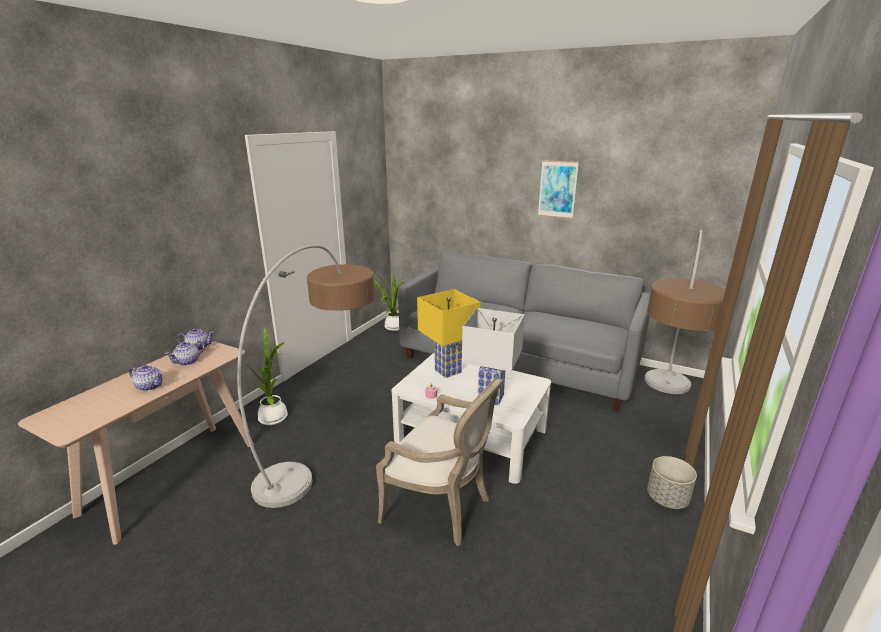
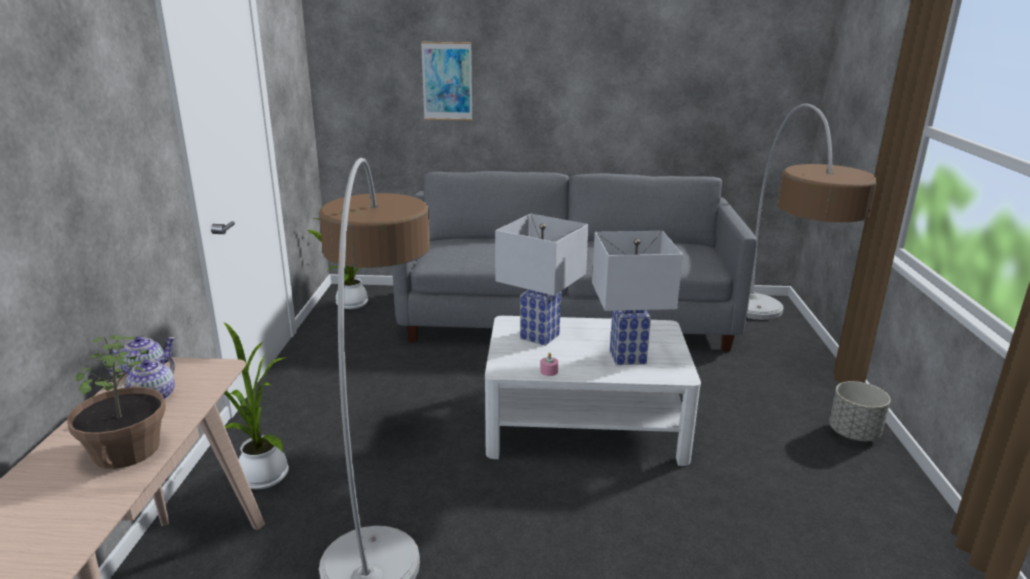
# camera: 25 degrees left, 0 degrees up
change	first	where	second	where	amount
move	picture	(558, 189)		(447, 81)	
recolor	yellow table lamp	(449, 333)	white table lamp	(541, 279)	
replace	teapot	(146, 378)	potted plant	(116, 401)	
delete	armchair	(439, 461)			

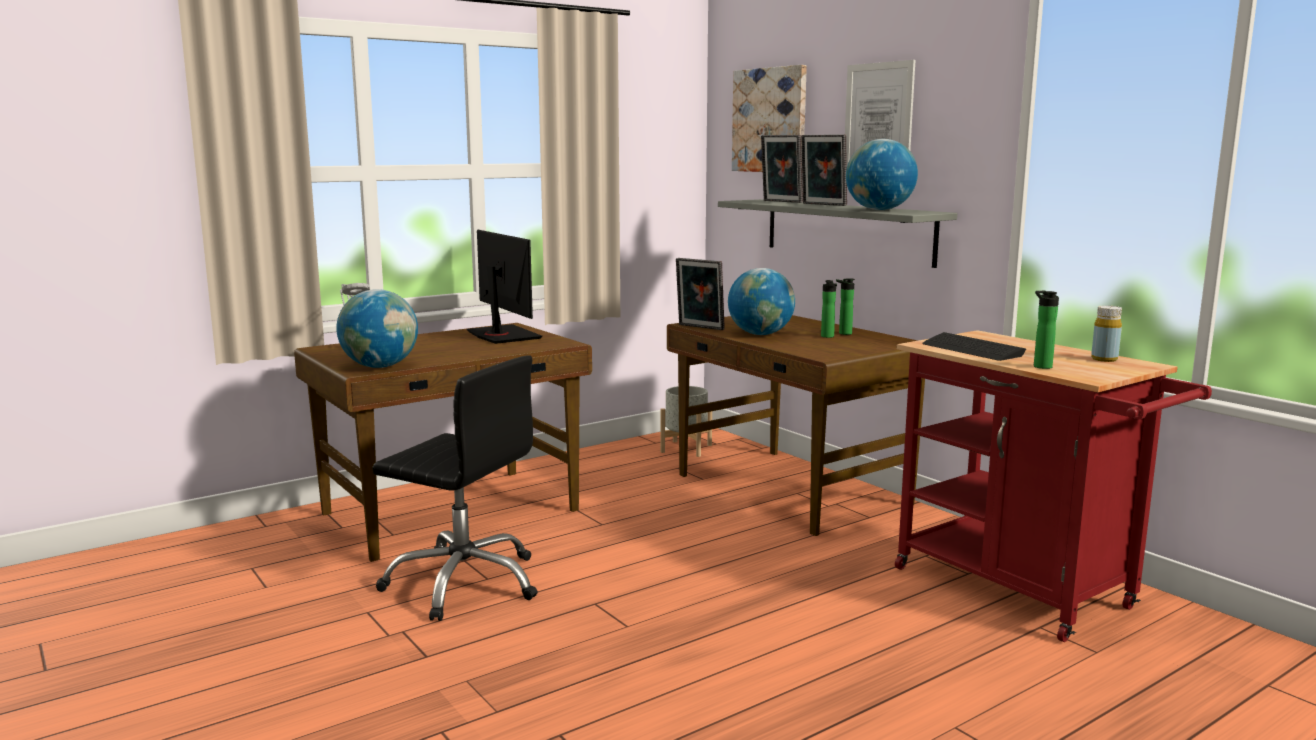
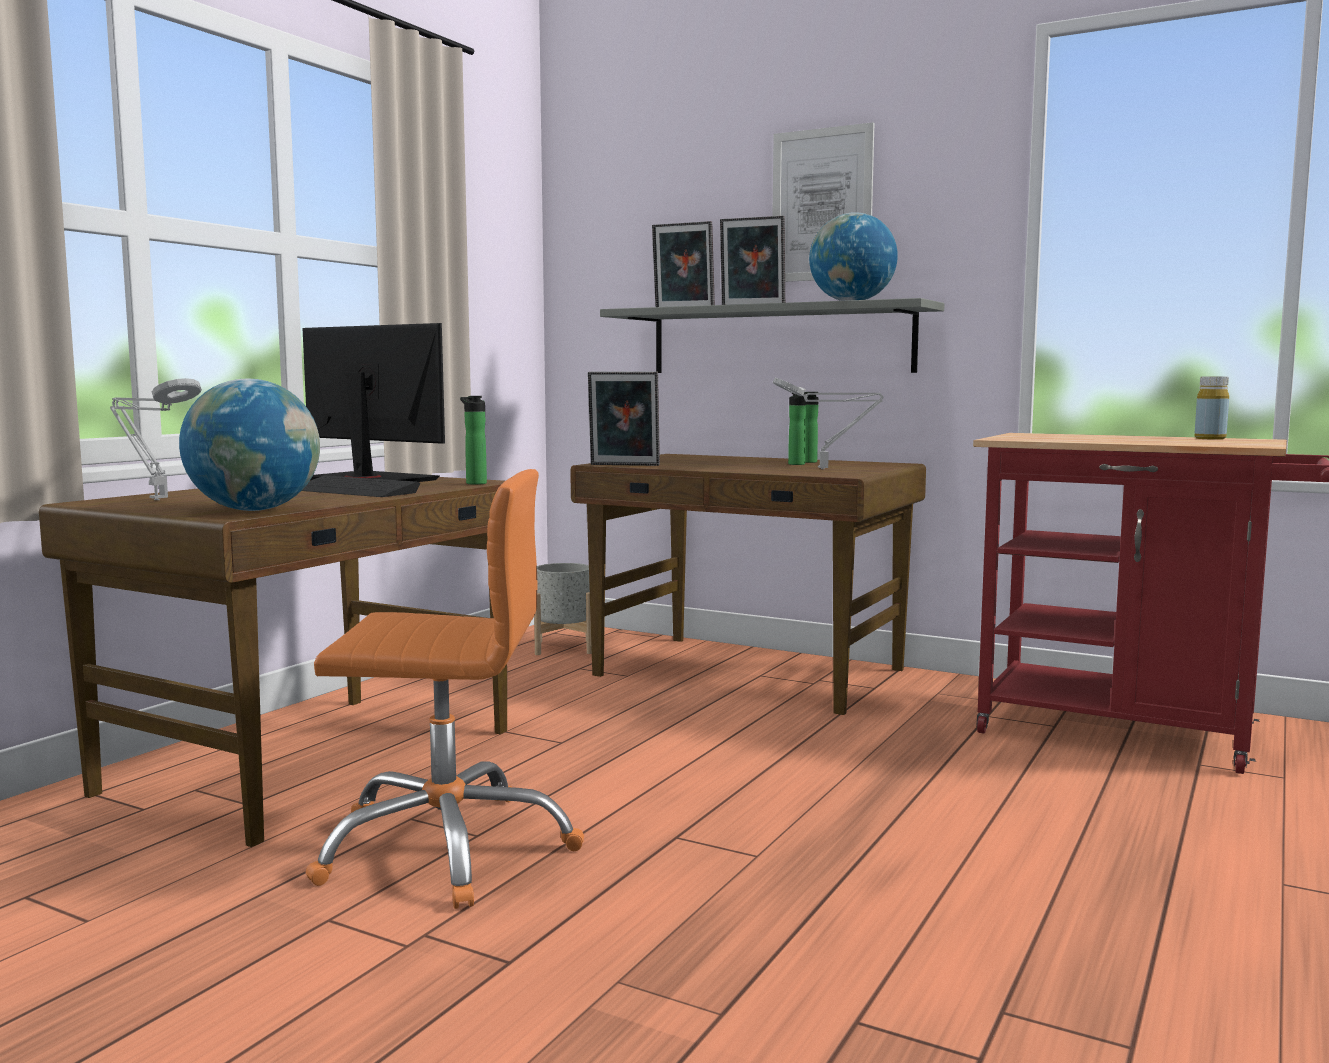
# camera: 25 degrees left, 5 degrees down
change	first	where	second	where	amount
delete	picture	(769, 118)			
delete	globe	(761, 301)			
move	bottle	(1046, 330)		(473, 440)	
move	keyboard	(974, 346)		(361, 486)	
recolor	black office chair	(455, 488)	orange office chair	(444, 689)	
insert			grey table lamp	(828, 423)	

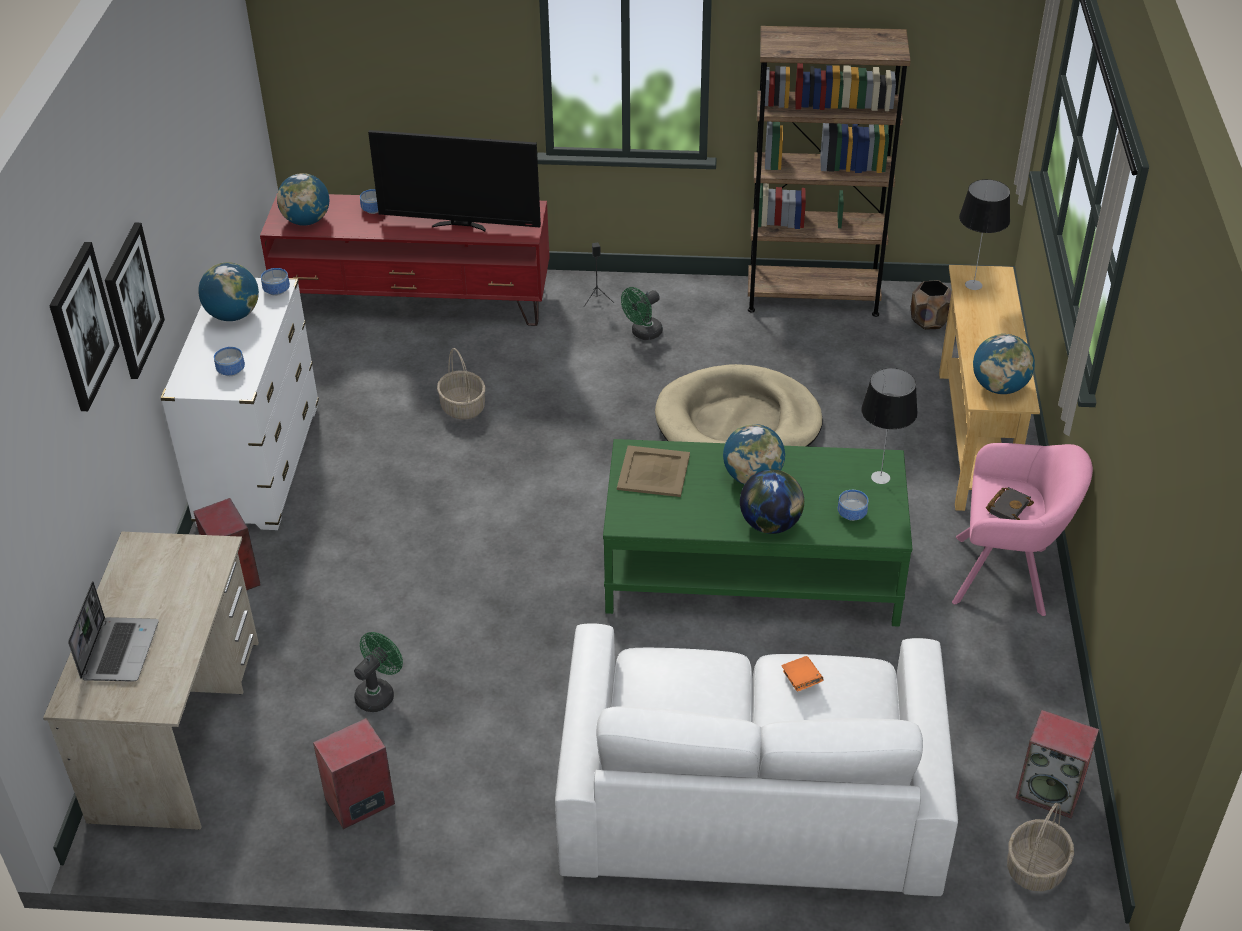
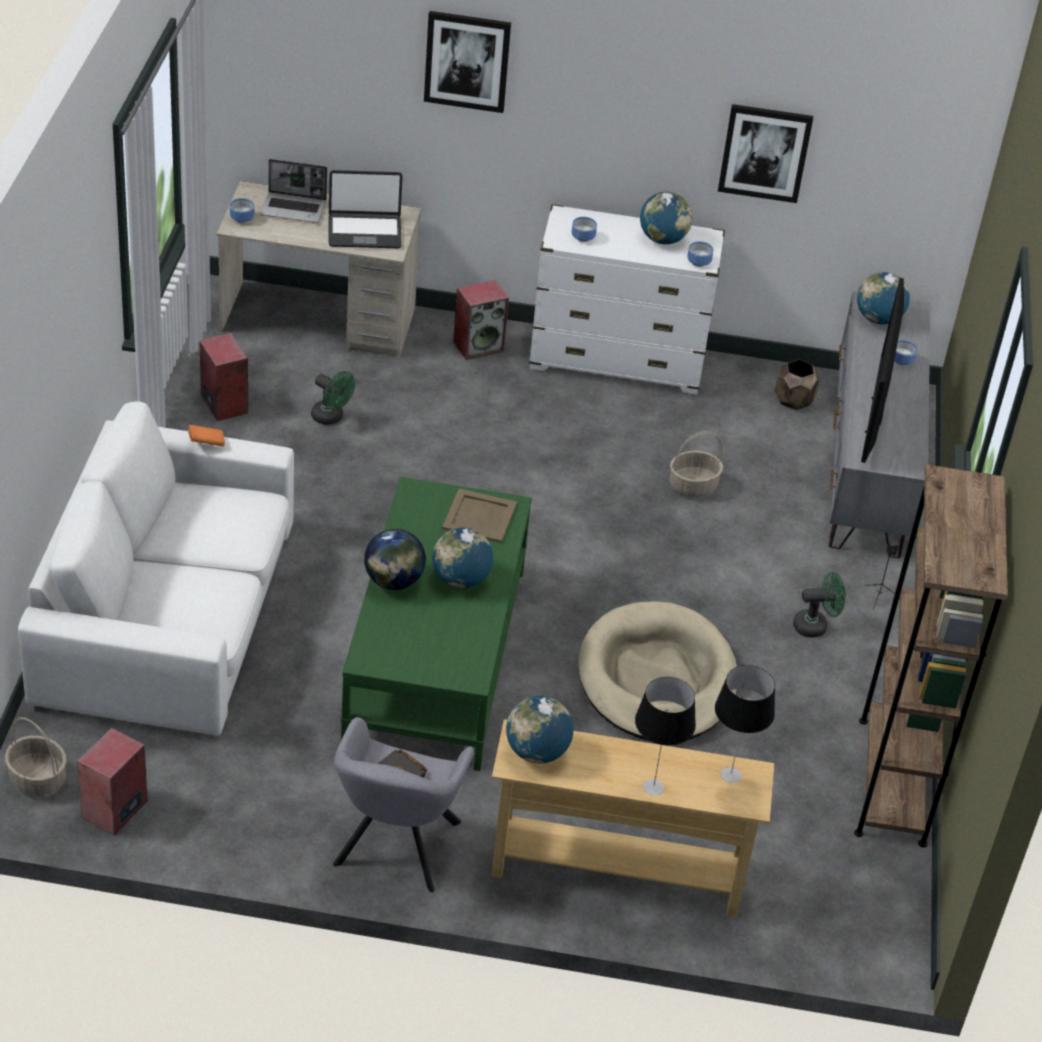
# camera: 90 degrees right, 0 degrees up
change	first	where	second	where	amount
recolor	red tv stand	(405, 260)	grey tv stand	(879, 425)	
move	picture	(135, 300)		(765, 153)	
move	brown planter	(931, 305)		(797, 384)	
rotate	green fan	(642, 313)		(819, 605)	120 degrees clockwise
move	table lamp	(889, 426)		(665, 736)	
recolor	pink armchair	(1022, 529)	grey armchair	(403, 804)	
move	bowl	(853, 505)		(242, 210)	
move	orange book	(803, 674)		(206, 436)	
insert			laptop	(365, 209)	

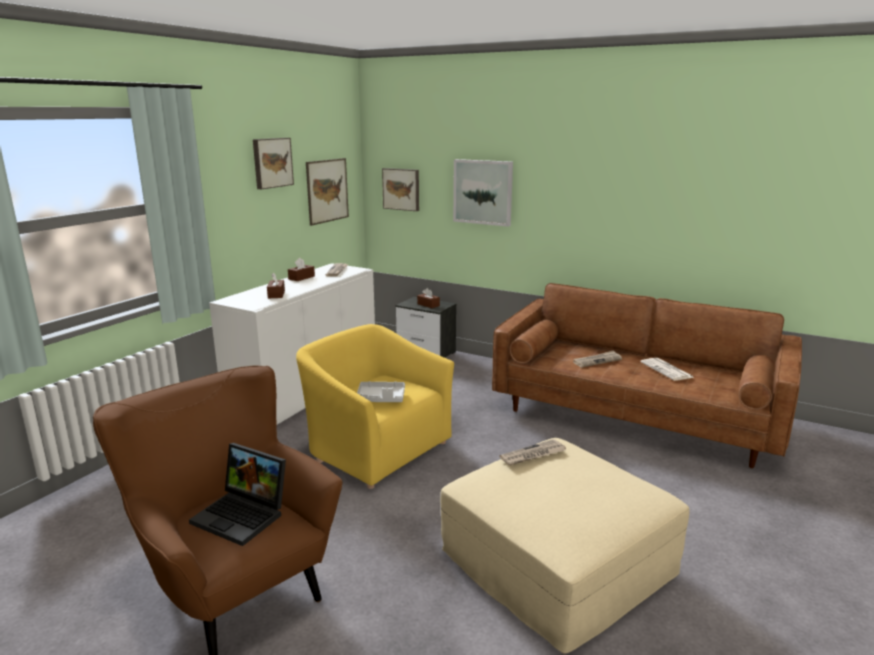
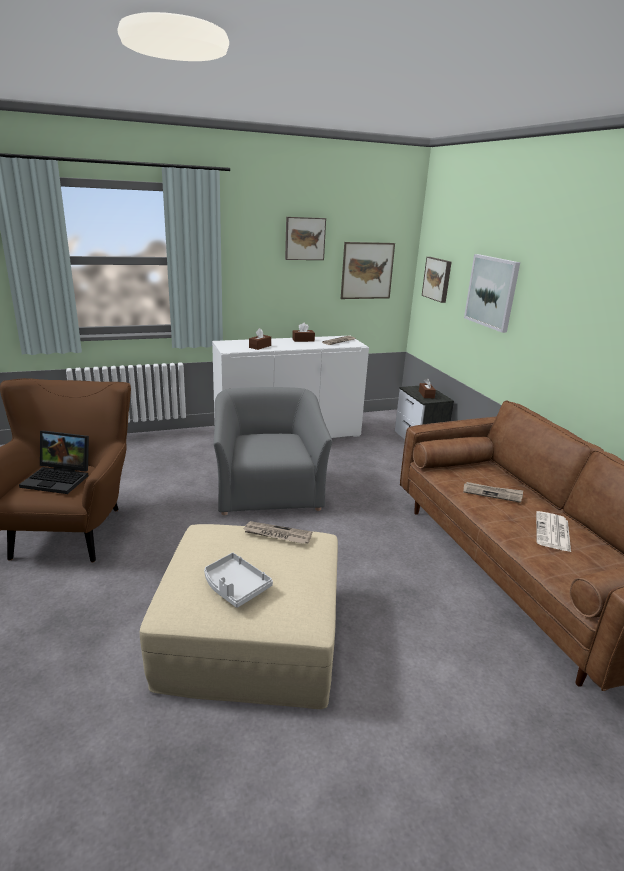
# camera: 40 degrees right, 5 degrees up
change	first	where	second	where	amount
recolor	yellow armchair	(375, 406)	grey armchair	(272, 451)	
move	grey tray	(381, 391)		(238, 580)	
rotate	laptop	(237, 494)		(54, 462)	60 degrees counterclockwise

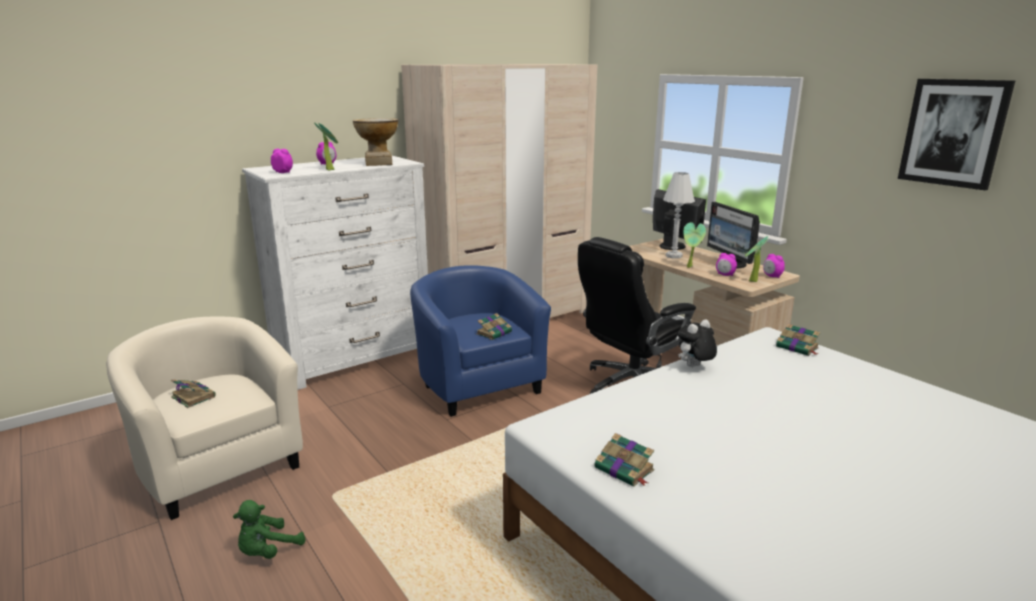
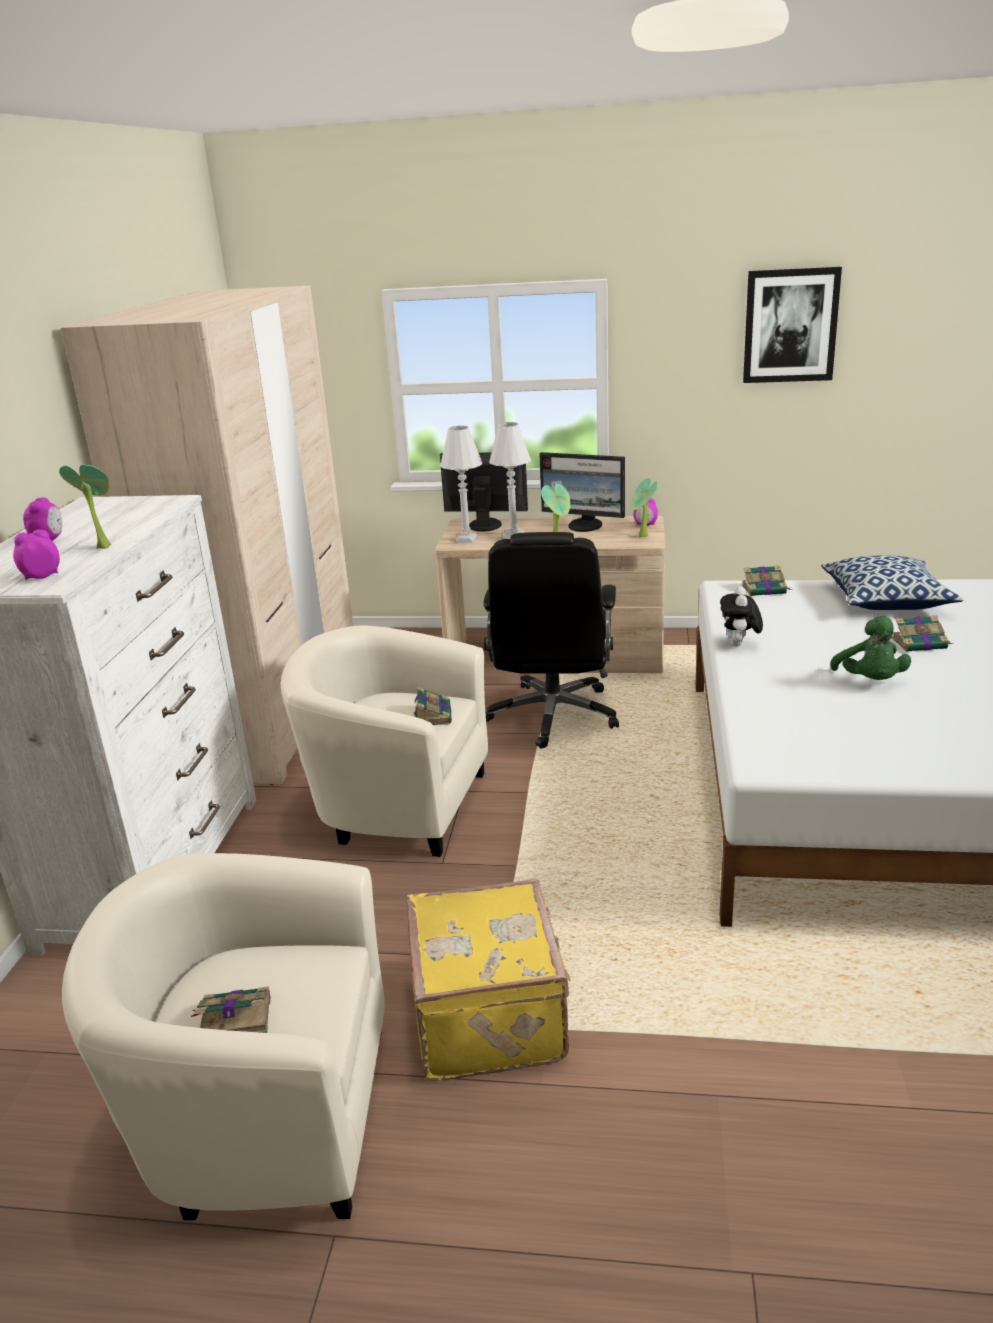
# camera: 45 degrees left, 5 degrees up
change	first	where	second	where	amount
delete	vase	(375, 142)			
delete	alarm clock	(726, 264)			
recolor	blue armchair	(480, 341)	beige armchair	(384, 741)	
move	book	(624, 460)		(922, 633)	
move	green plush toy	(269, 529)		(870, 648)	
insert			white table lamp	(461, 484)	
insert			pillow	(892, 582)	
insert			yellow suitcase	(488, 980)	

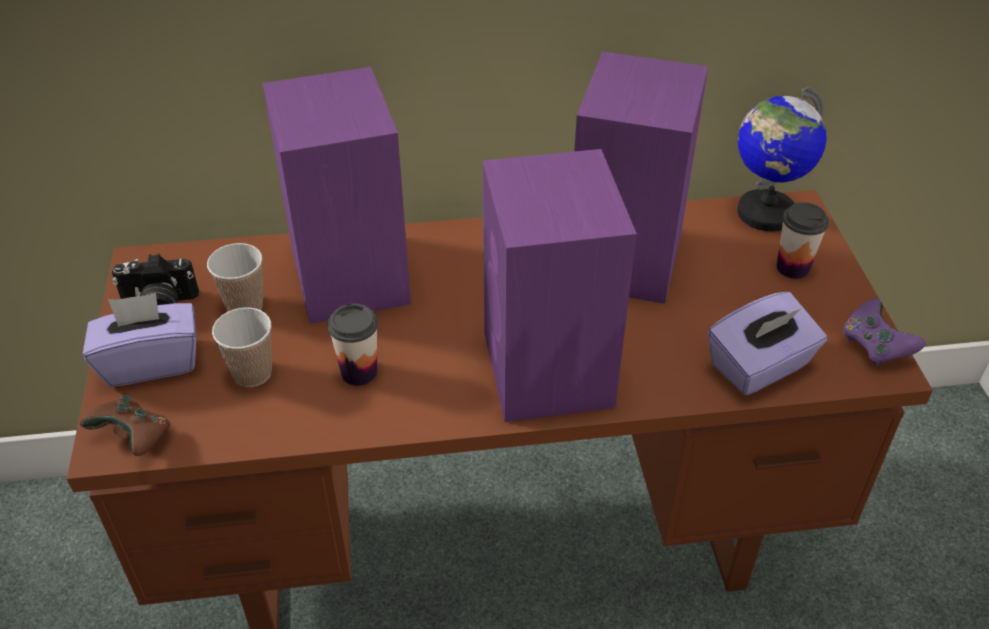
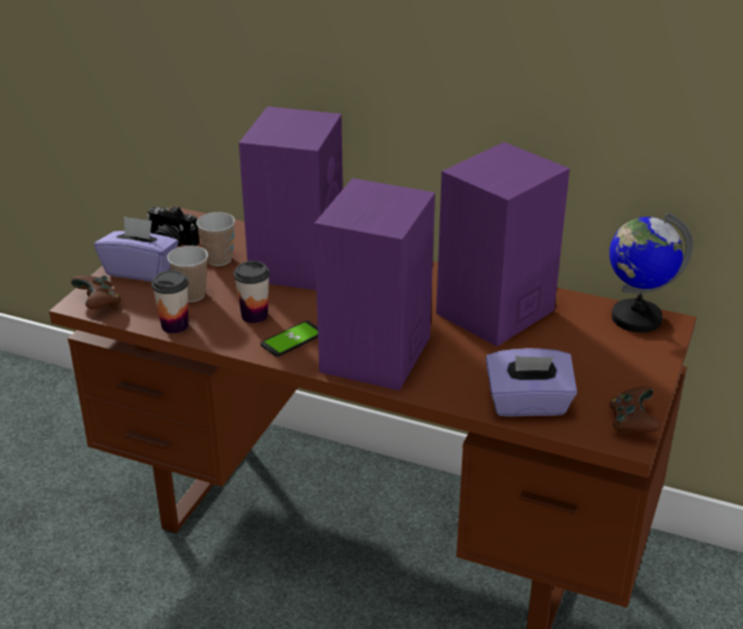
# camera: 30 degrees right, 10 degrees down
change	first	where	second	where	amount
move	cup	(802, 240)		(170, 302)	
recolor	purple game controller	(884, 332)	brown game controller	(635, 410)	
insert			phone	(289, 339)	

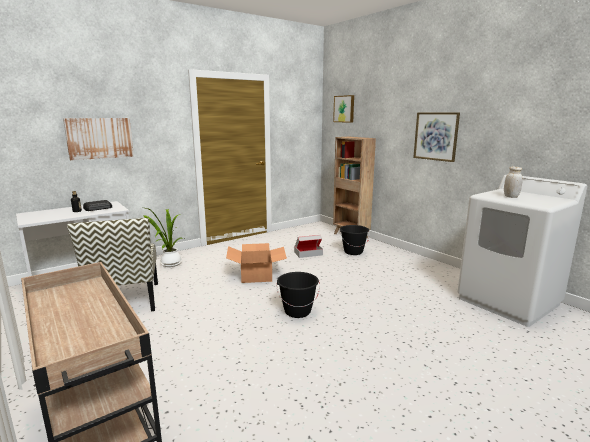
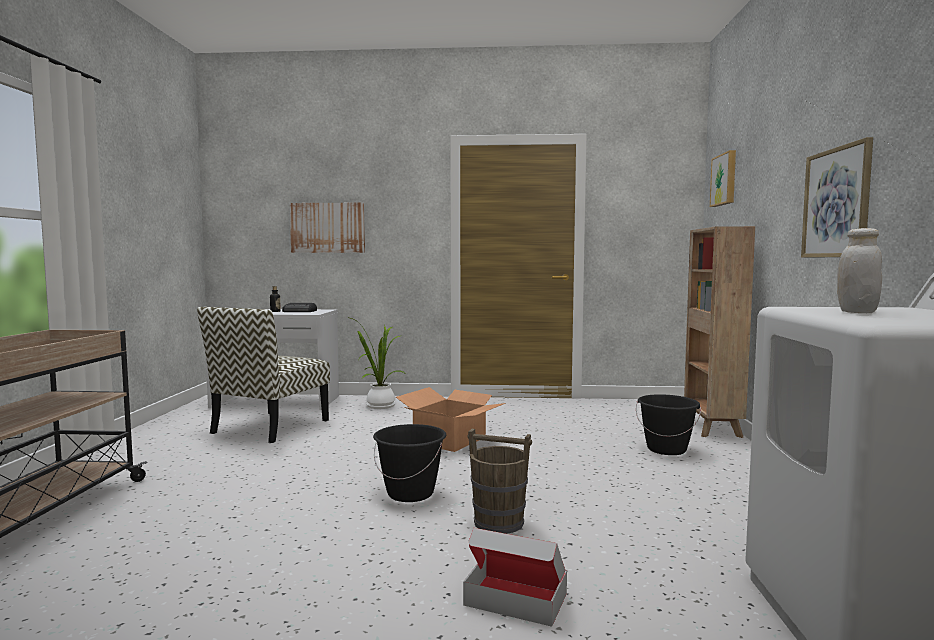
# camera: 40 degrees right, 10 degrees down
change	first	where	second	where	amount
move	cardboard box	(308, 246)		(515, 577)	
insert			brown bucket	(499, 481)	

